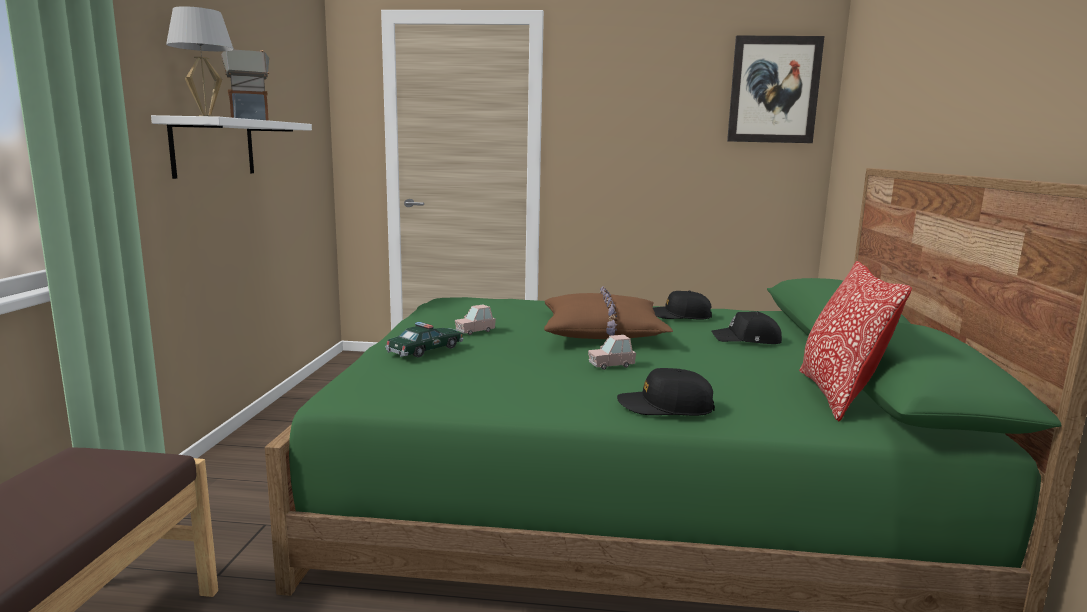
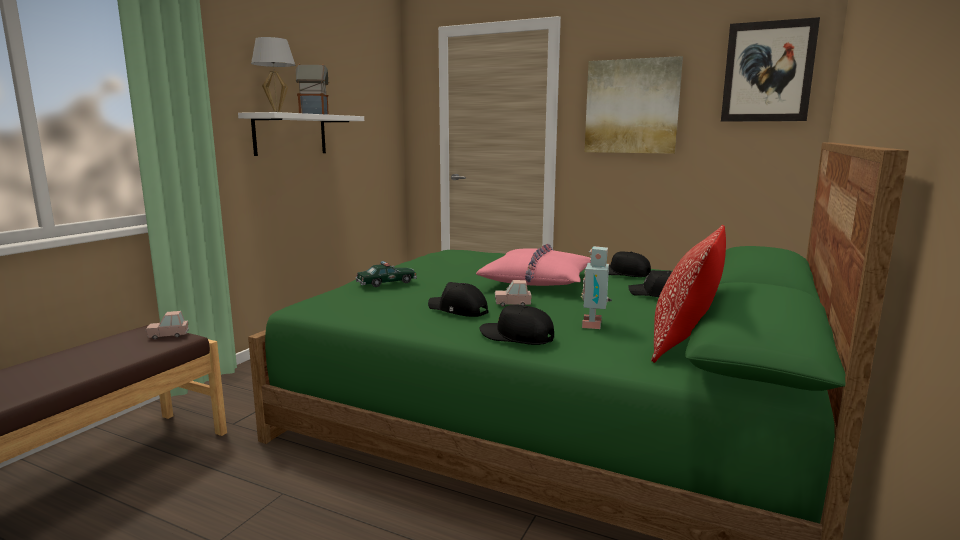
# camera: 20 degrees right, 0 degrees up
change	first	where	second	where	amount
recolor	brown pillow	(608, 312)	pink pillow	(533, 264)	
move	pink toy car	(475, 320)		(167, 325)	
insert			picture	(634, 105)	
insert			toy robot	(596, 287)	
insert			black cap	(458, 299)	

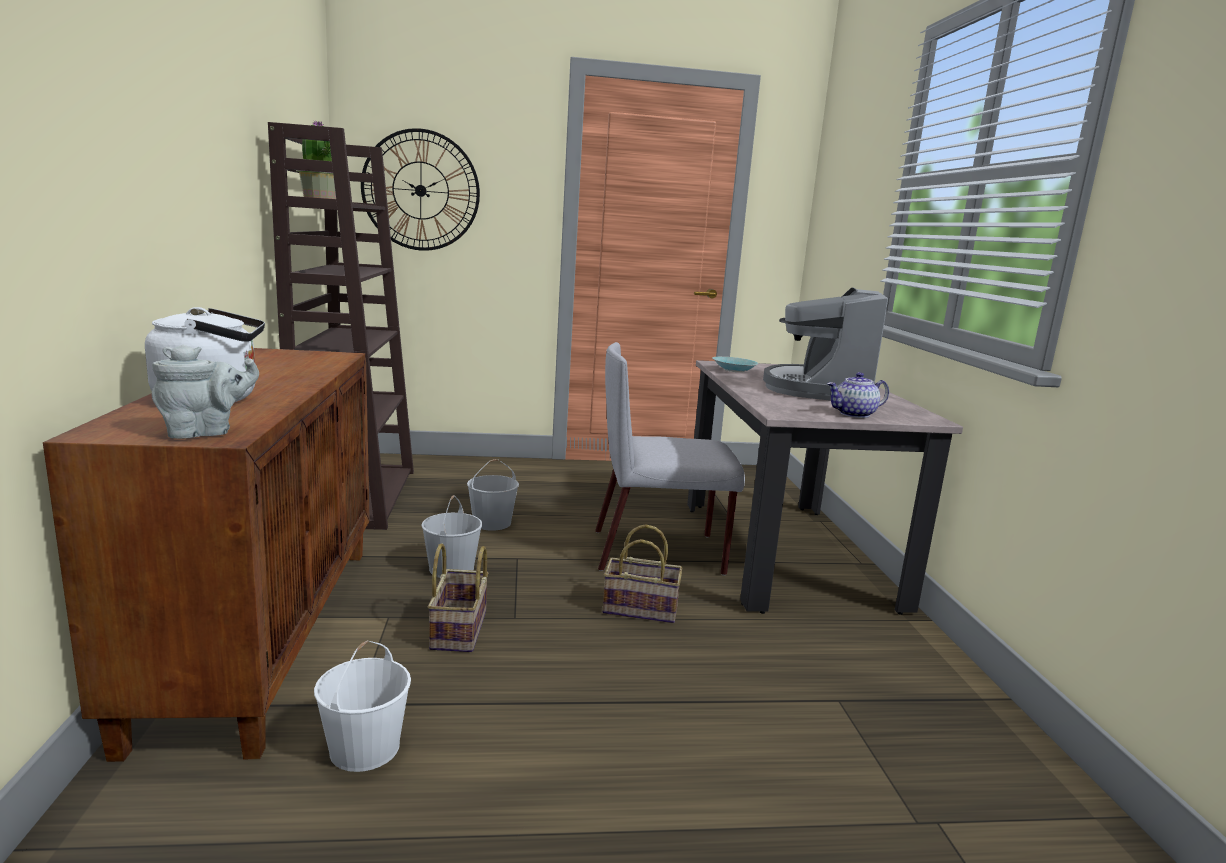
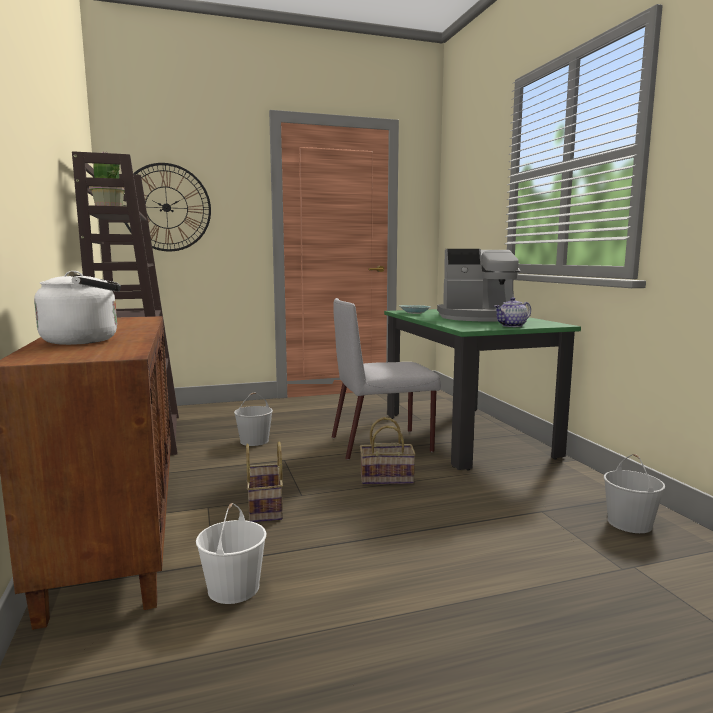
# camera: 10 degrees left, 5 degrees down
change	first	where	second	where	amount
rotate	coffee machine	(825, 344)		(479, 285)	90 degrees counterclockwise
delete	grey teapot	(205, 392)			
recolor	beige dining table	(825, 487)	green dining table	(482, 390)	
move	white bucket	(451, 536)		(634, 493)	

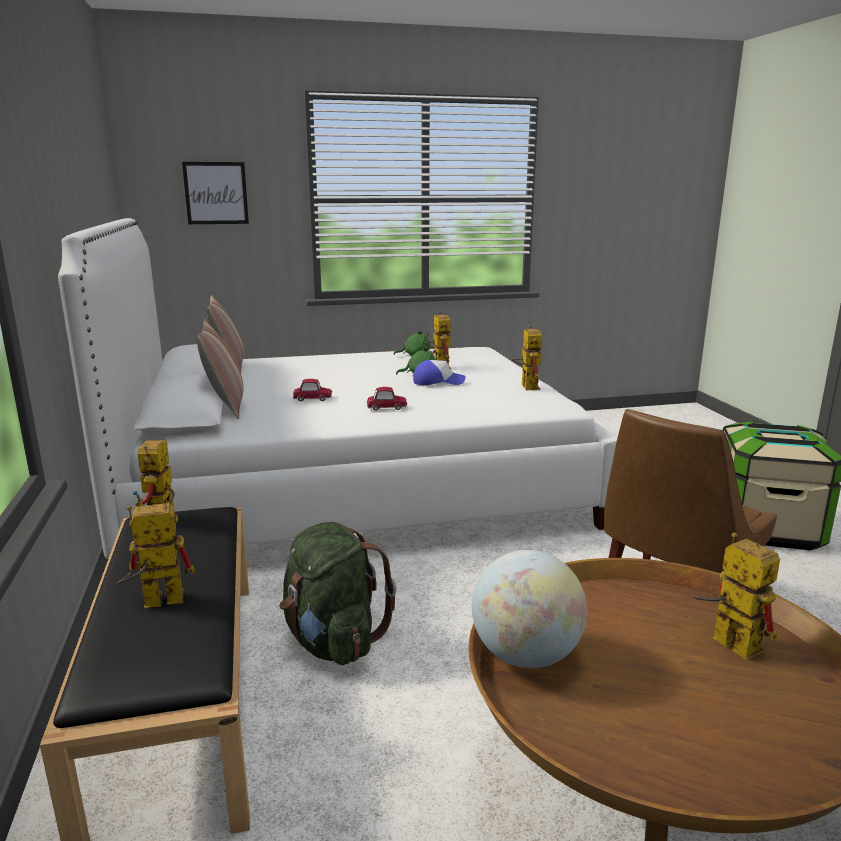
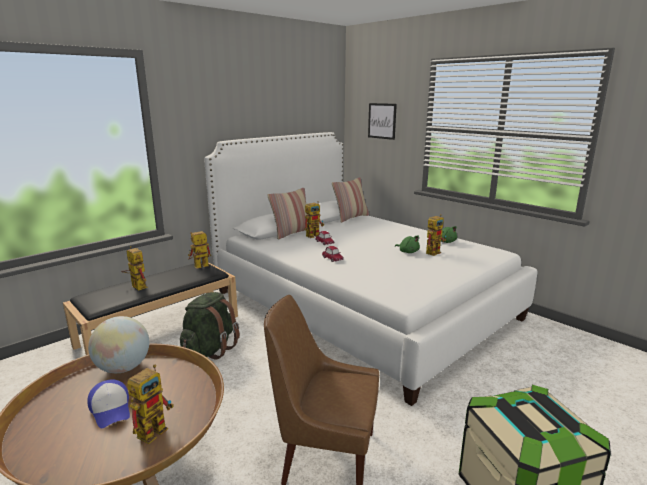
# camera: 60 degrees right, 0 degrees up
change	first	where	second	where	amount
move	toy robot	(527, 357)		(314, 219)	
move	cap	(439, 372)		(108, 403)	

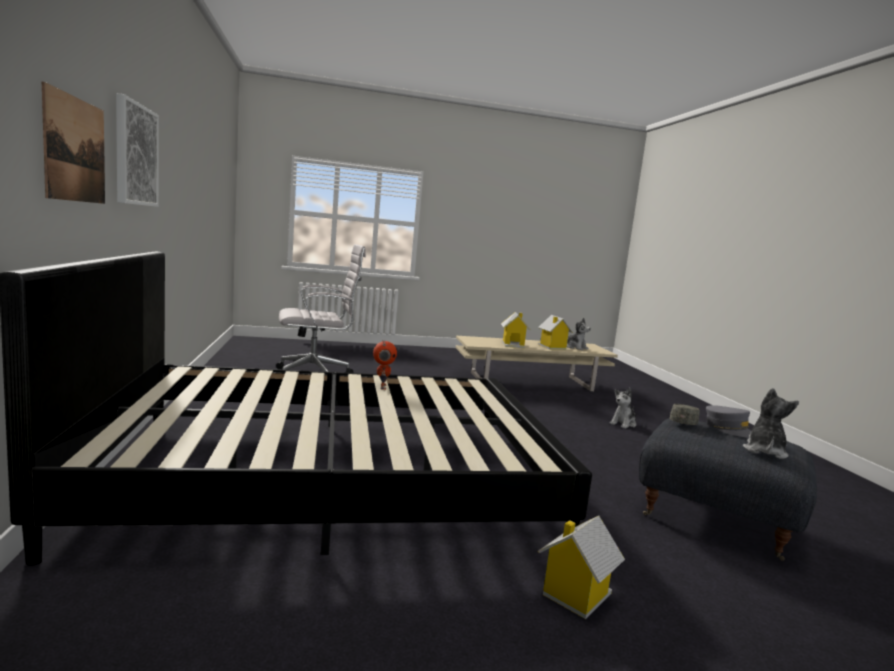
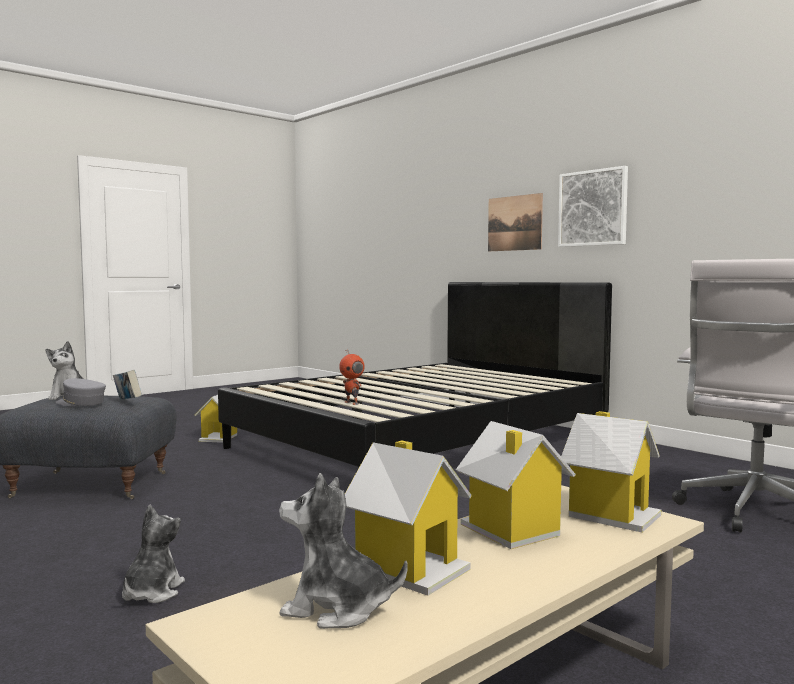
# camera: 150 degrees right, 5 degrees down
change	first	where	second	where	amount
move	toy robot	(385, 365)		(352, 377)	
replace	grey cap	(685, 414)	book	(127, 385)	
insert			toy house	(611, 472)	

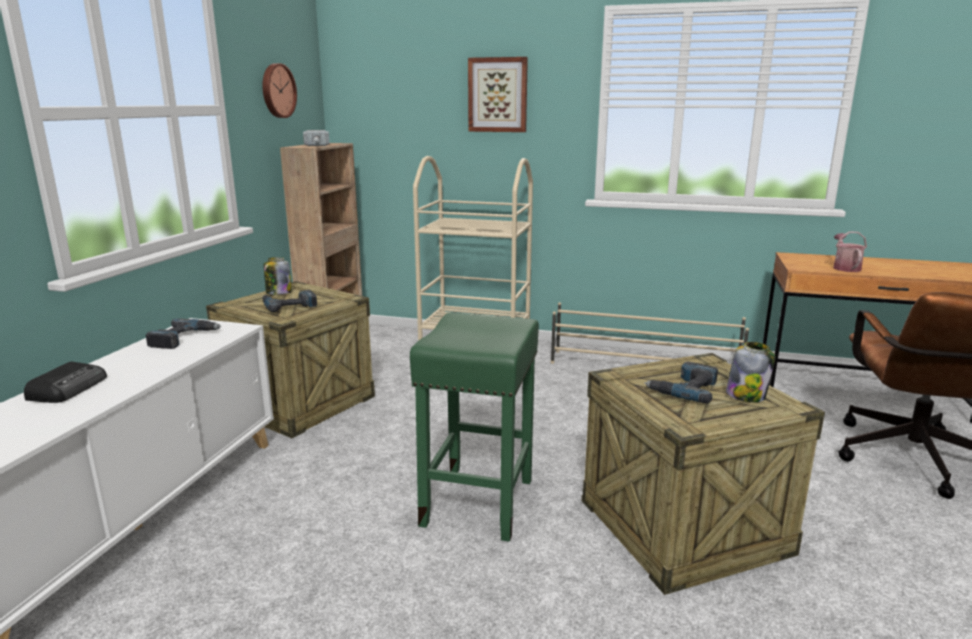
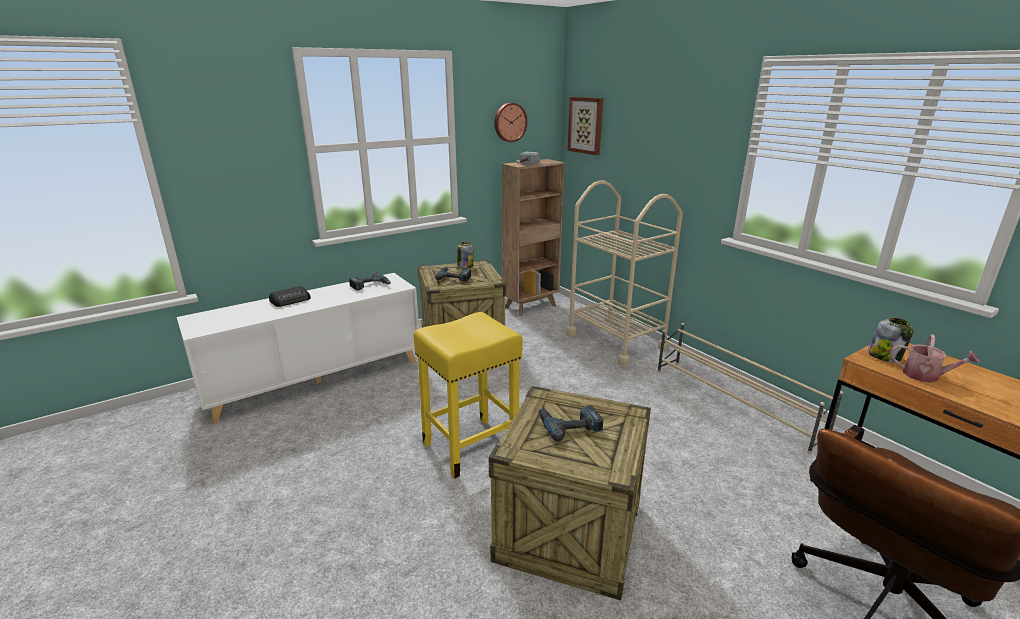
# camera: 40 degrees right, 5 degrees up
change	first	where	second	where	amount
move	picture	(498, 94)		(585, 126)	
rotate	watering can	(850, 252)		(935, 358)	75 degrees clockwise
recolor	green stool	(474, 427)	yellow stool	(468, 395)	
move	jar	(750, 372)		(890, 339)	

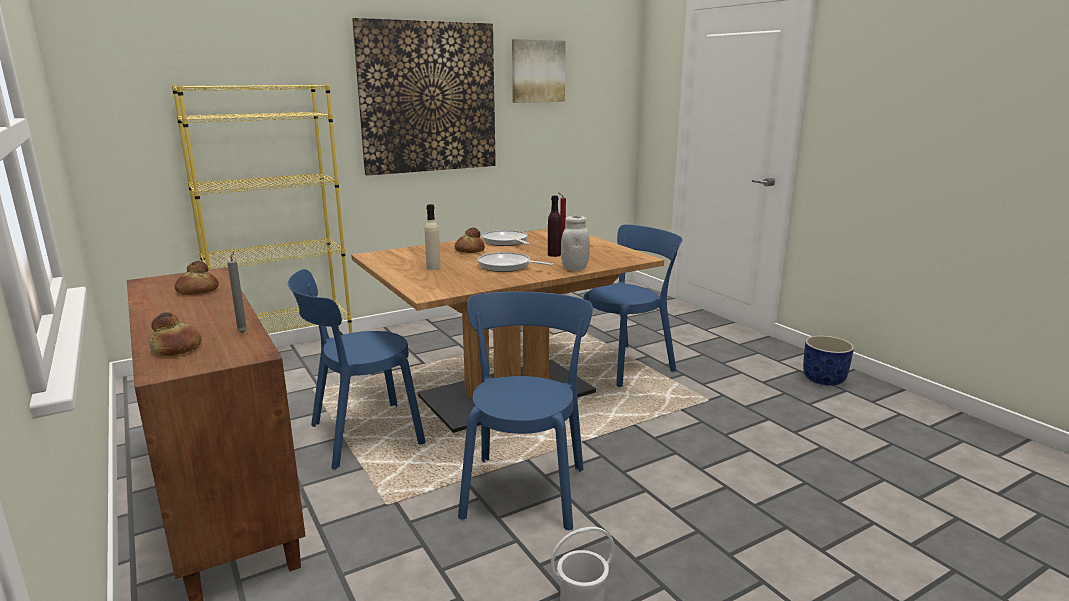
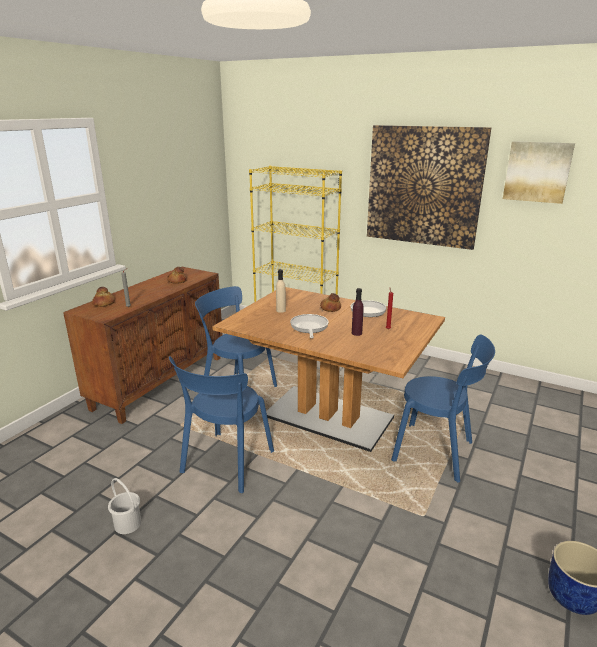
# camera: 60 degrees right, 5 degrees up
change	first	where	second	where	amount
delete	white jar	(575, 243)			
rotate	blue chair	(525, 411)		(221, 424)	135 degrees clockwise

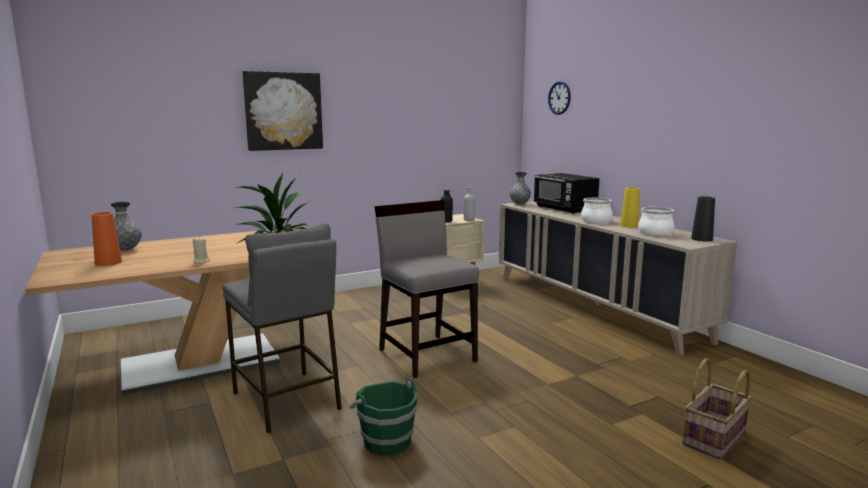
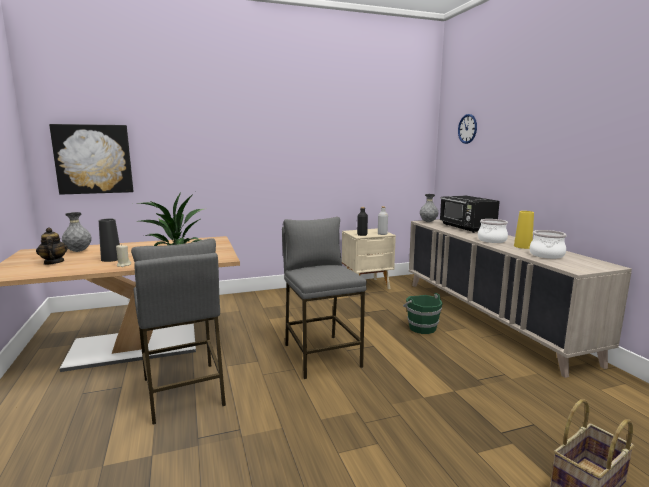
# camera: 10 degrees right, 0 degrees up
change	first	where	second	where	amount
move	picture	(282, 111)		(91, 159)	
move	black vase	(703, 219)		(109, 240)	
replace	grey chair	(427, 289)	grey stool	(324, 298)	
replace	orange vase	(106, 239)	teapot	(52, 246)	
move	green bucket	(384, 417)		(423, 313)	

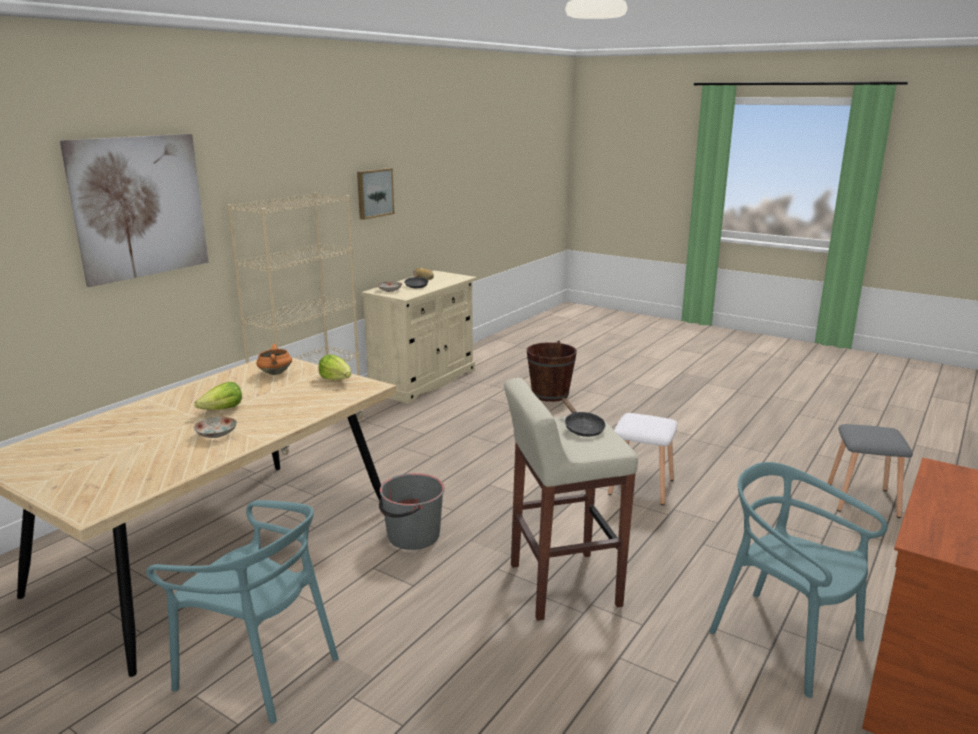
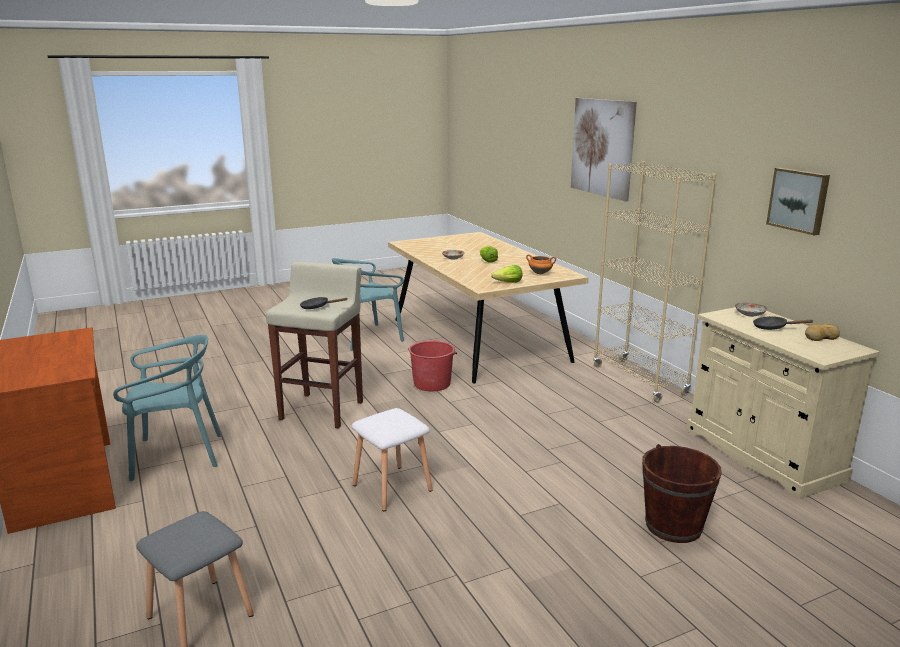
# camera: 120 degrees right, 0 degrees up
change	first	where	second	where	amount
recolor	grey bucket	(412, 511)	red bucket	(432, 365)	

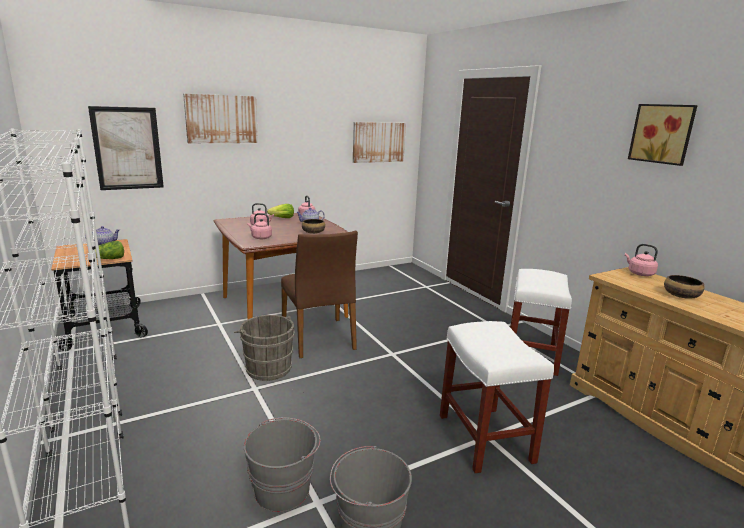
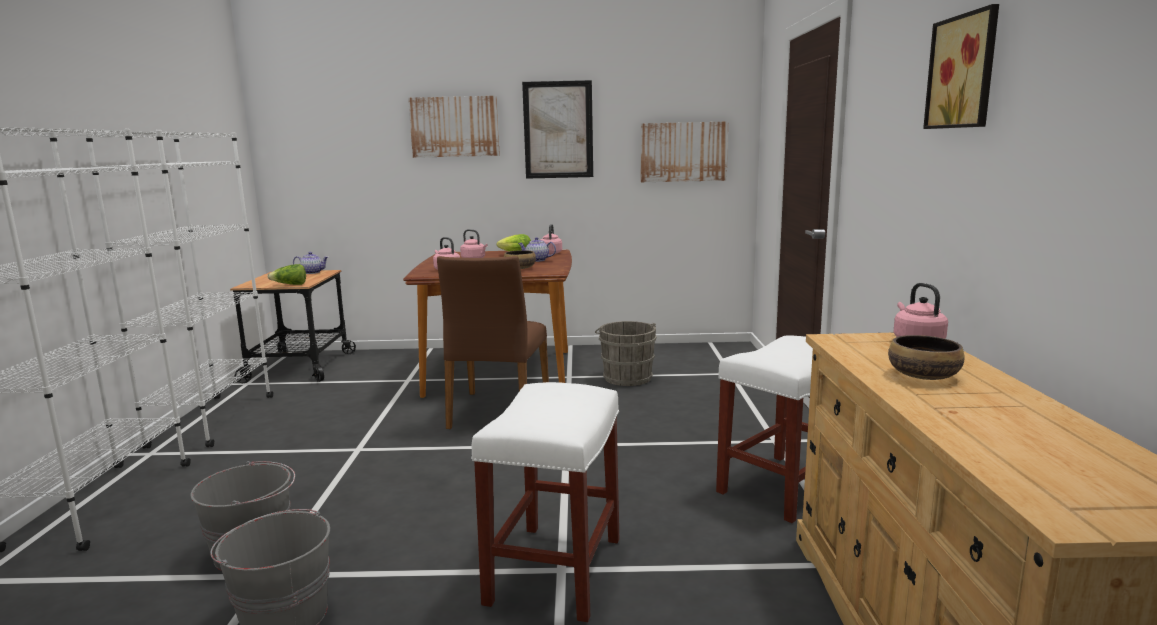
# camera: 30 degrees right, 5 degrees down
change	first	where	second	where	amount
move	picture	(126, 148)		(557, 129)	
move	grey bucket	(264, 348)		(626, 353)	

